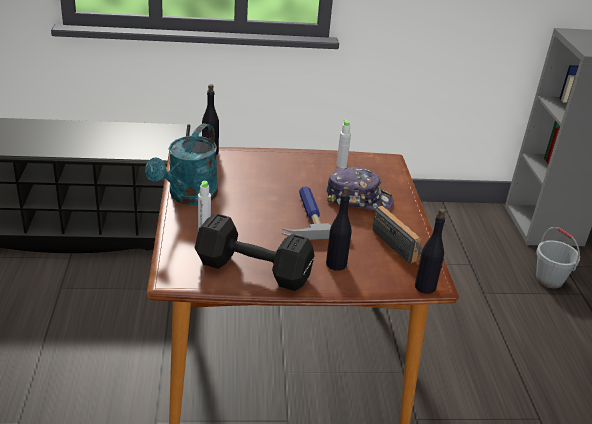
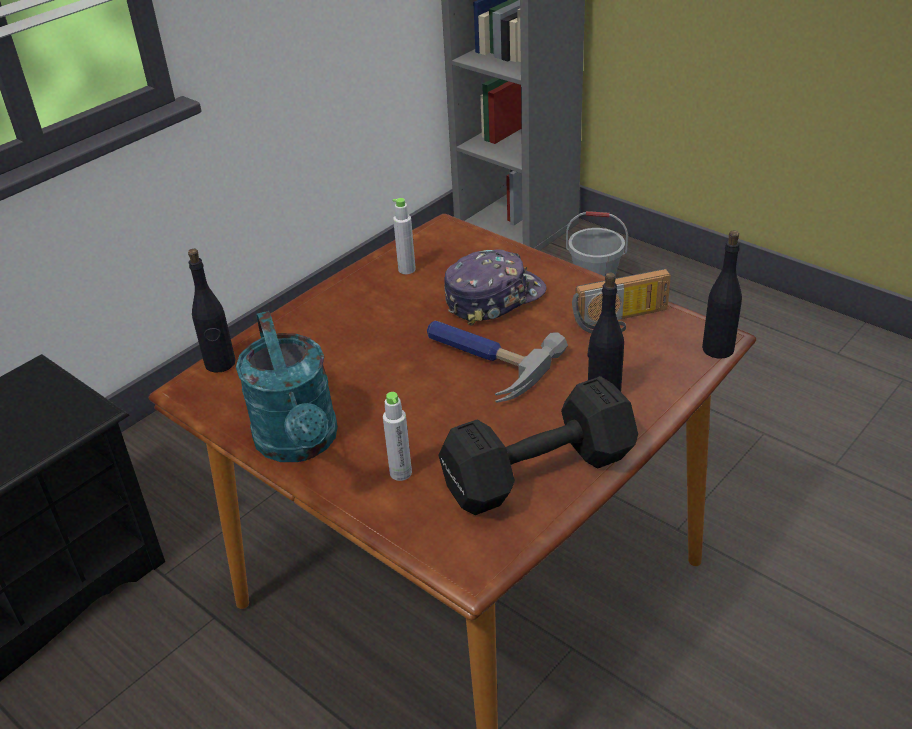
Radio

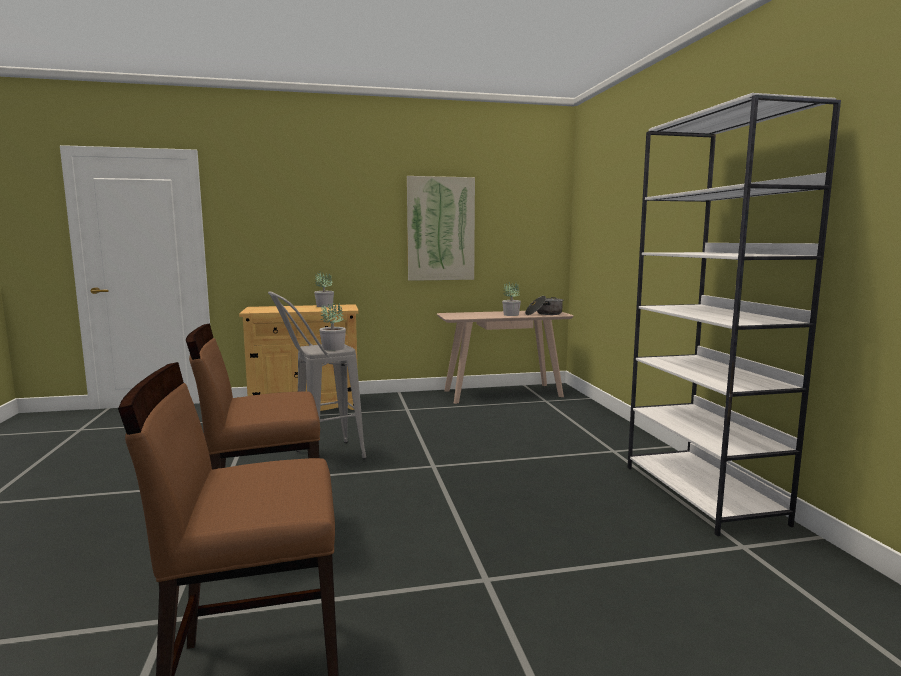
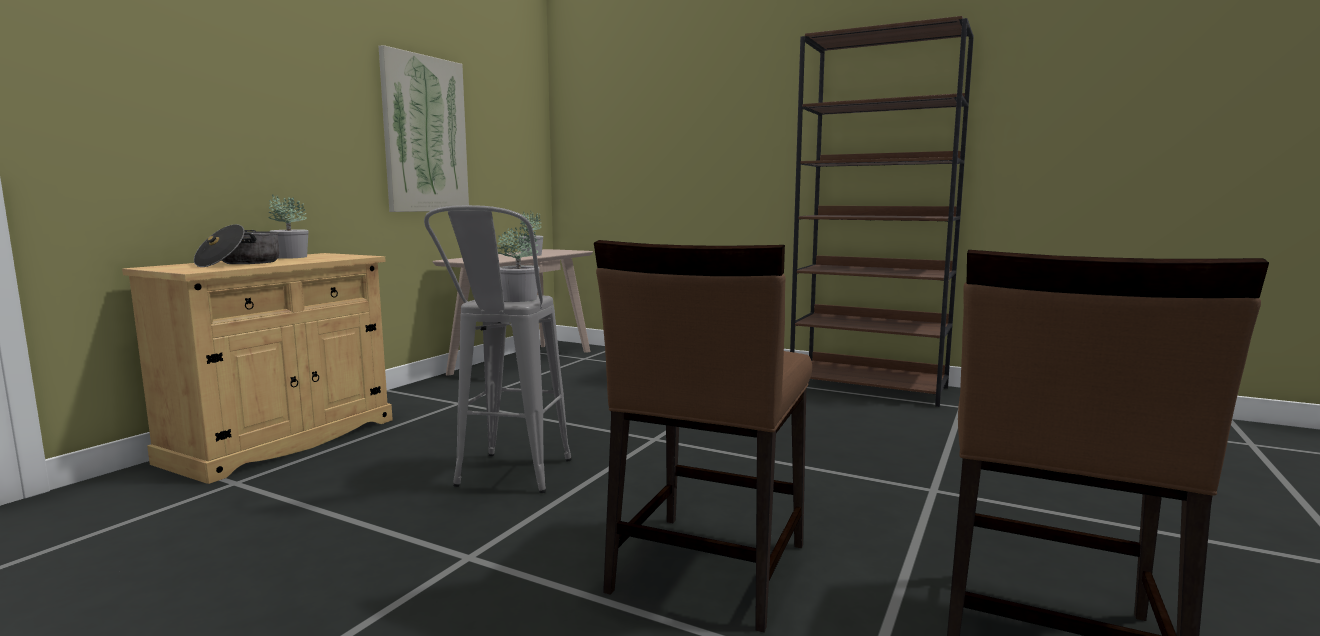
Kochtopf; Bücherregal/braun

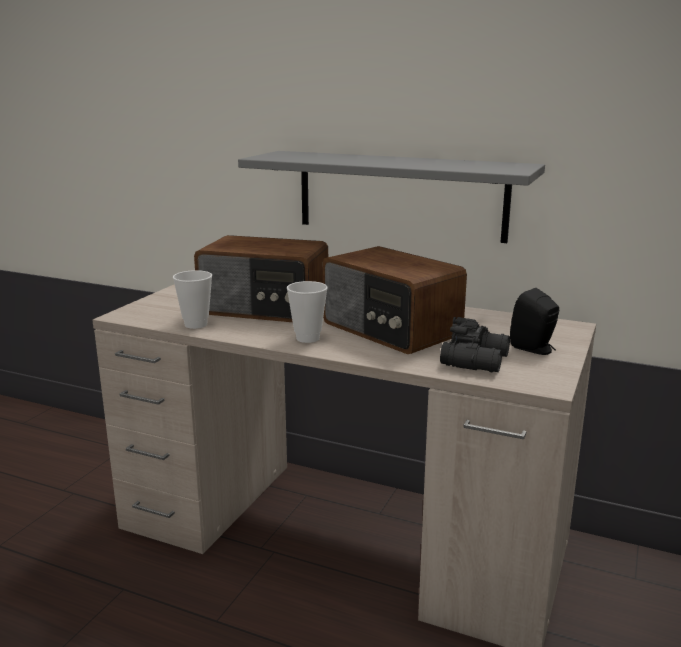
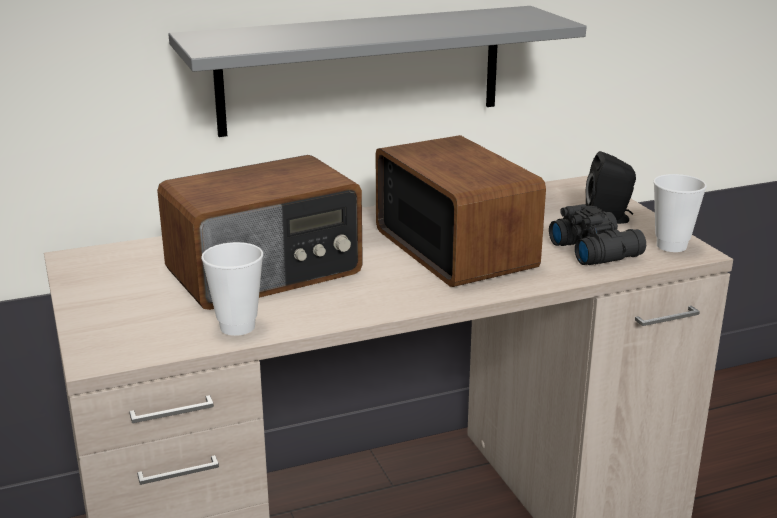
Tasse (2nd from left); Radio (2nd from left)

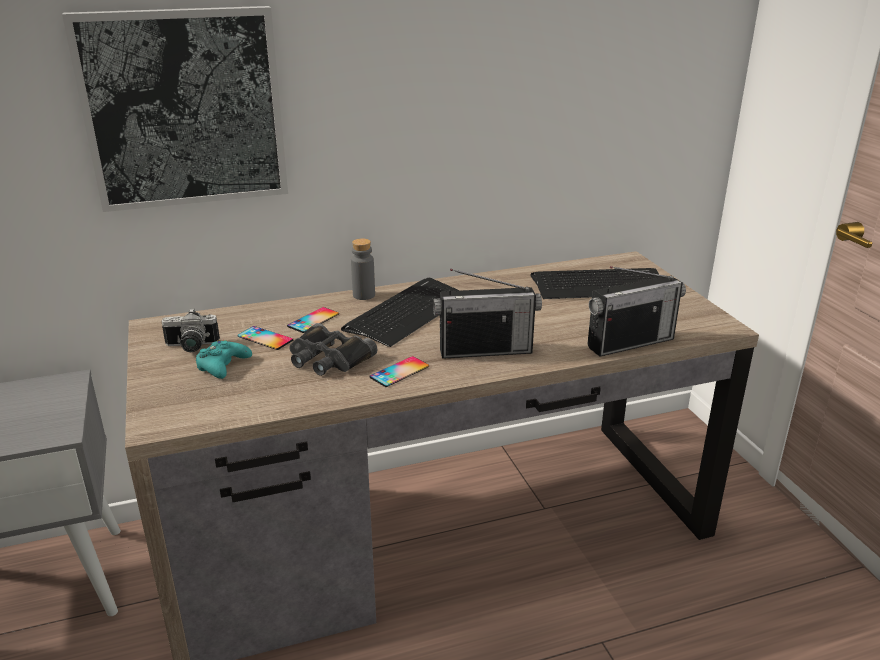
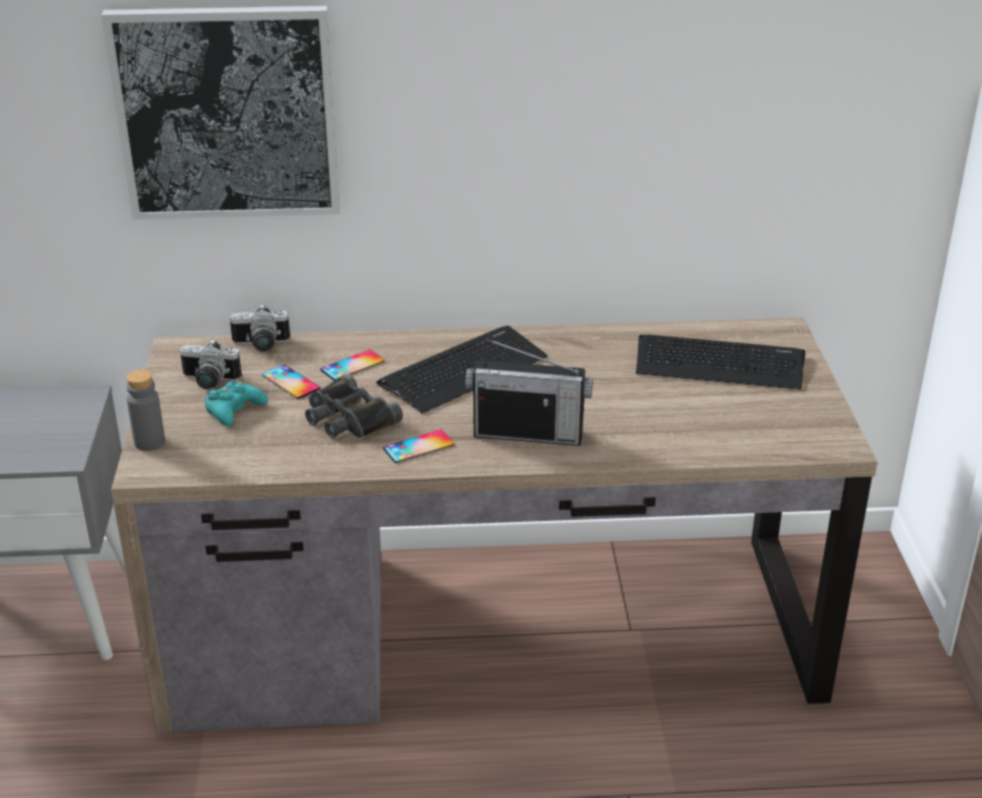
Flasche/grau; Radio (2nd from left in the first image); Kamera (2nd from left)

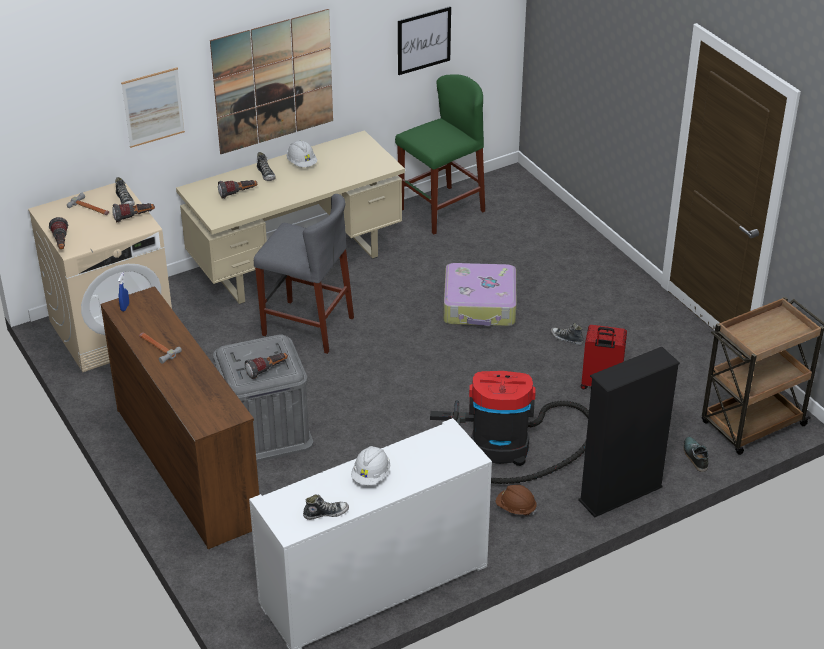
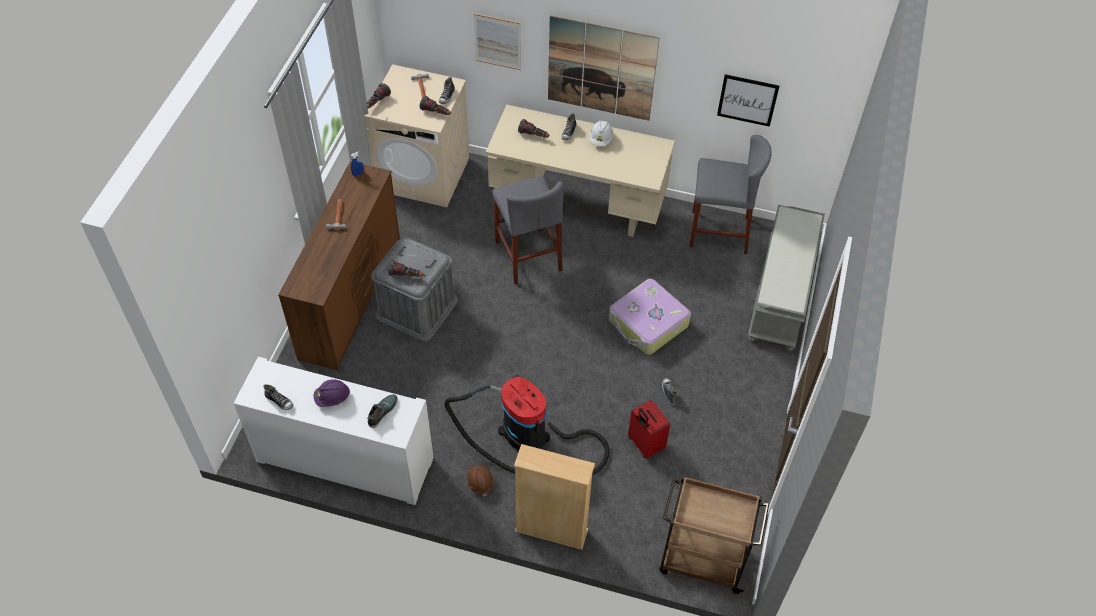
Schutzhelm/lila; Hocker/grau (2nd from left); Bücherregal/beige; Schuh (2nd from left); Bank/grau

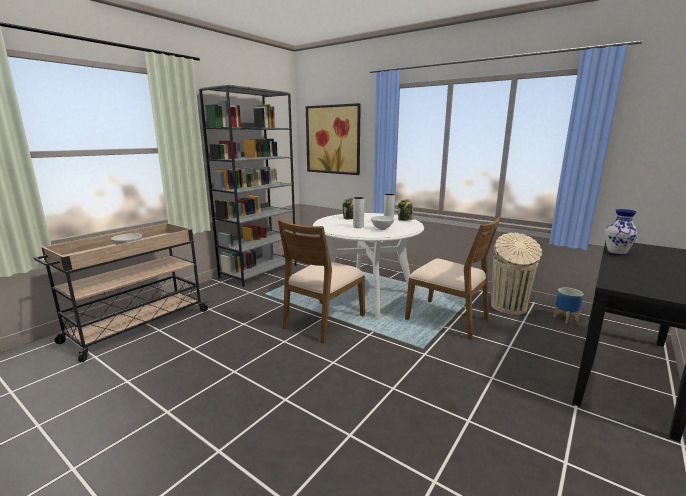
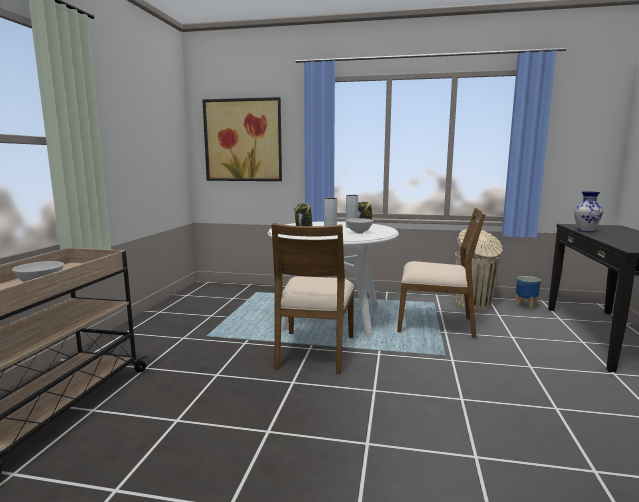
Bücherregal/grau

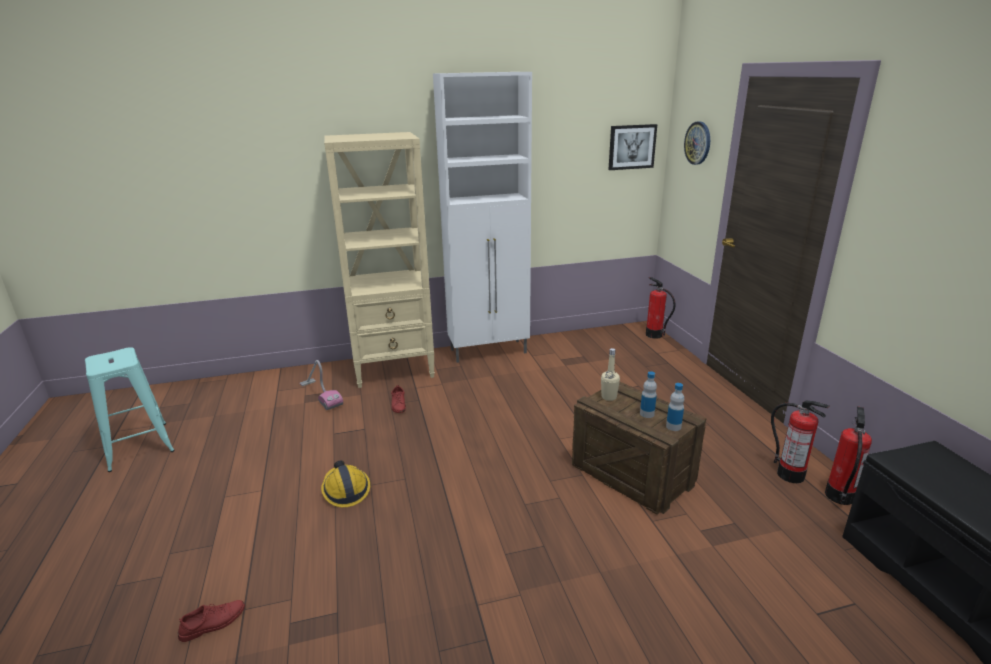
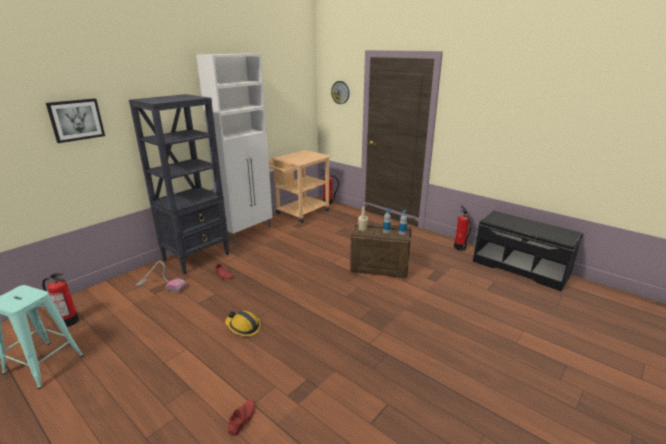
Bücherregal/schwarz; Bild; Feuerlöscher (1st from left); Rollwagen/beige

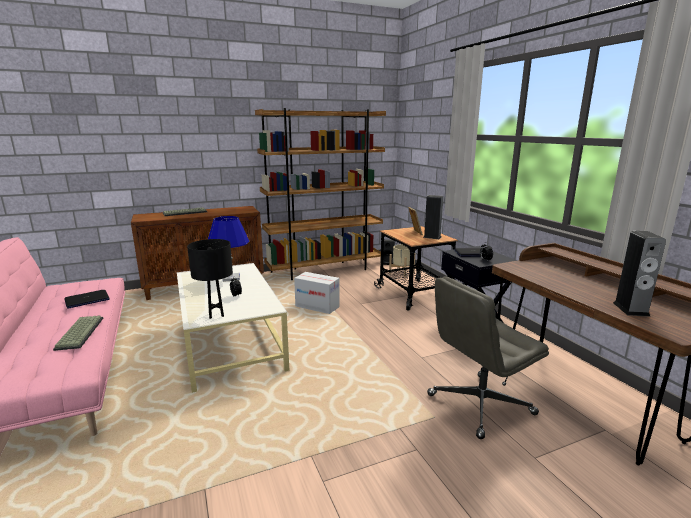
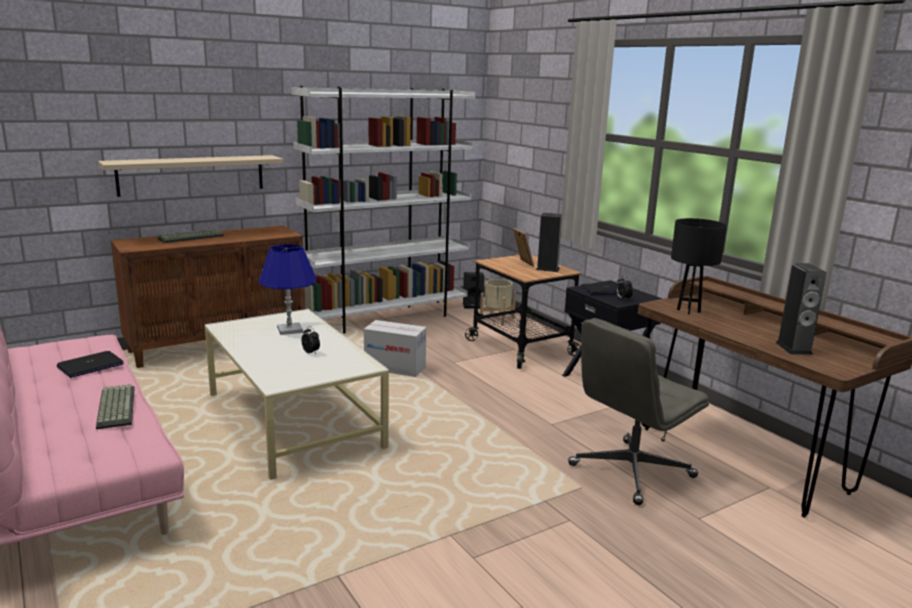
Tischlampe/schwarz; Bücherregal/weiß; Wandregal/beige

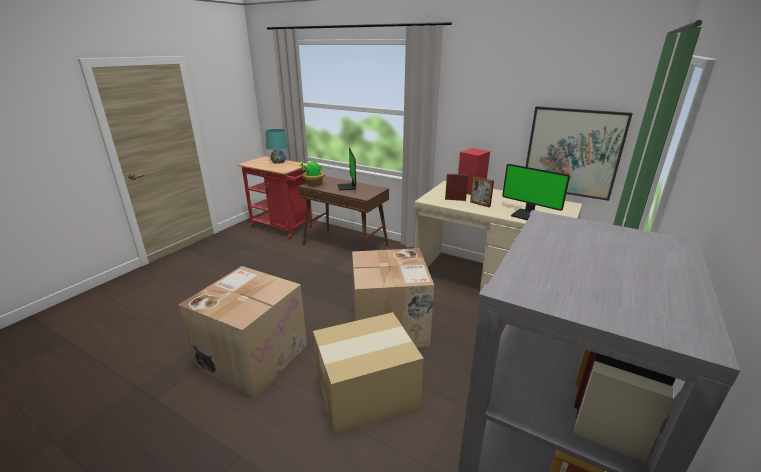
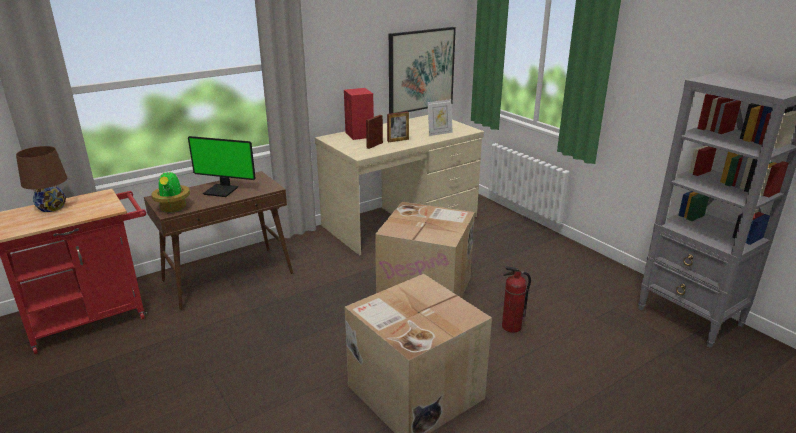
Tischlampe/braun; Feuerlöscher; Bilderrahmen (3rd from left)

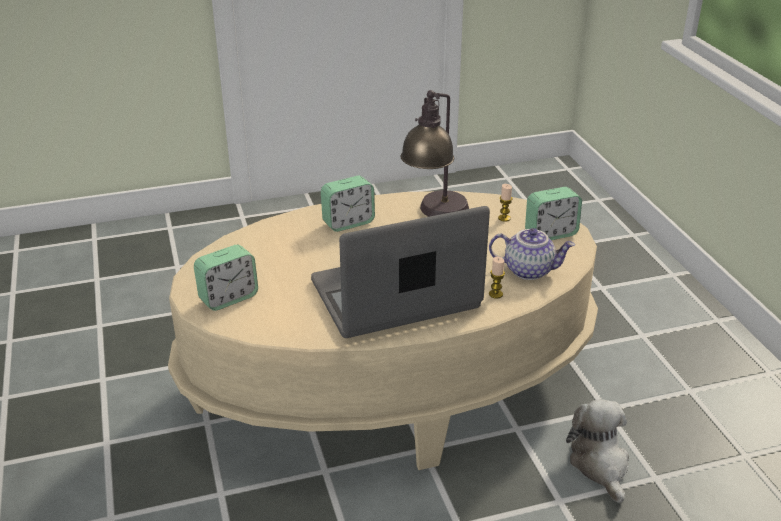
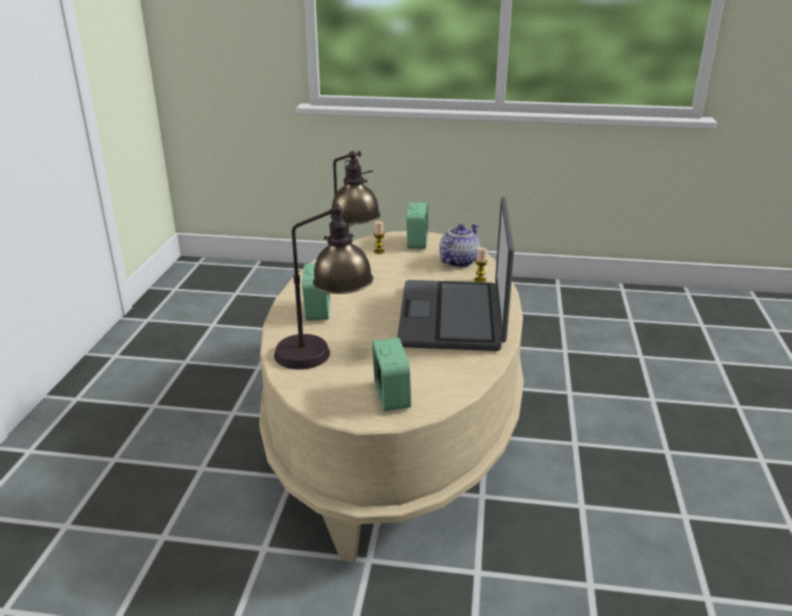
Plüschtier; Tischlampe (1st from left)

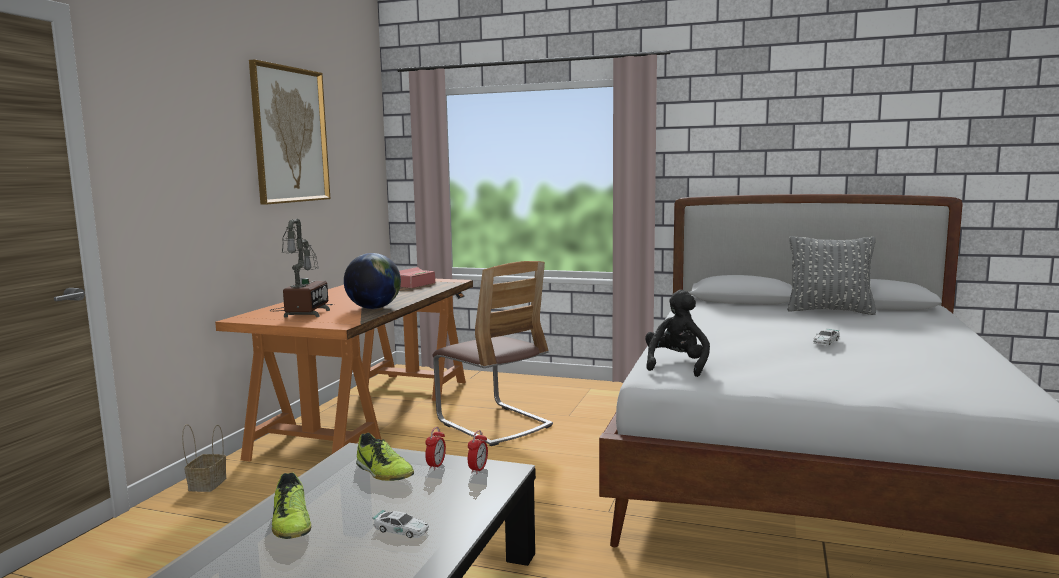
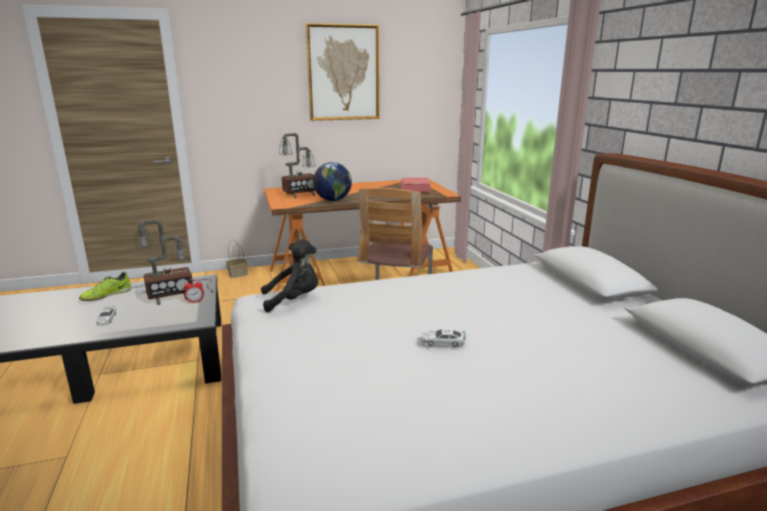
Tischlampe (1st from left); Wecker (3rd from left in the first image); Kissen/grau

